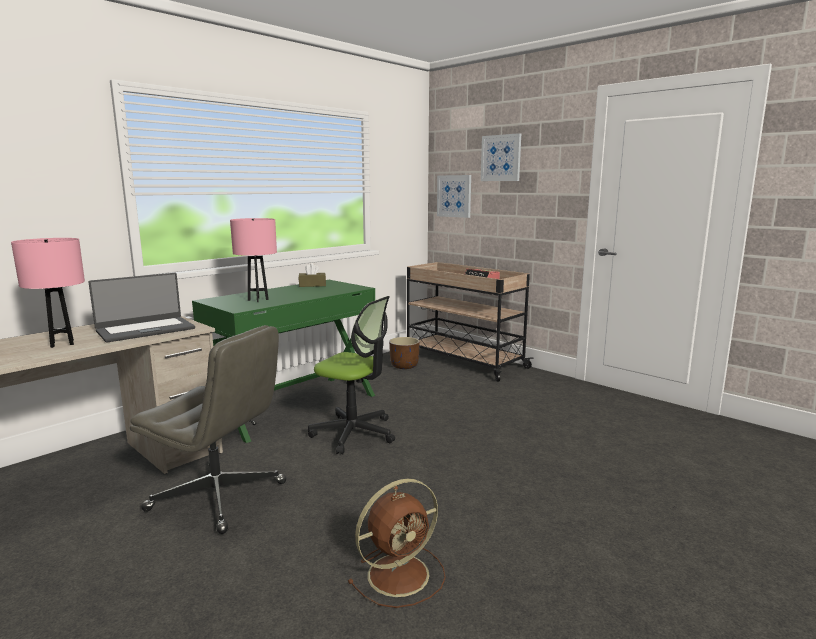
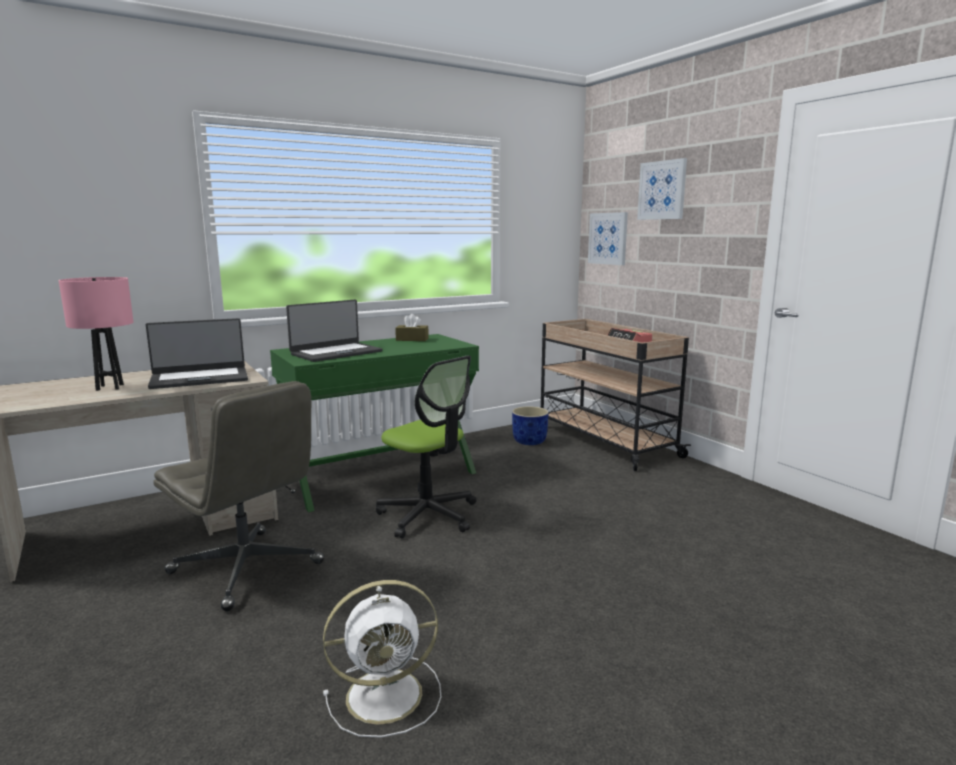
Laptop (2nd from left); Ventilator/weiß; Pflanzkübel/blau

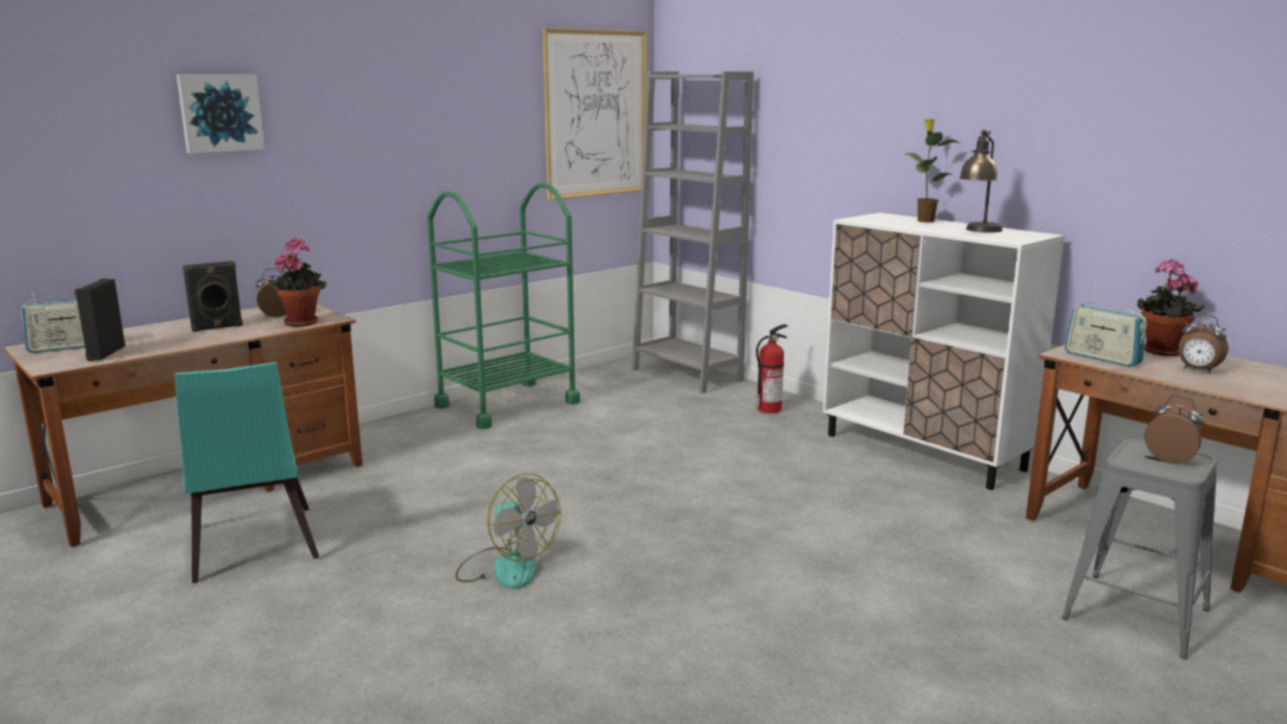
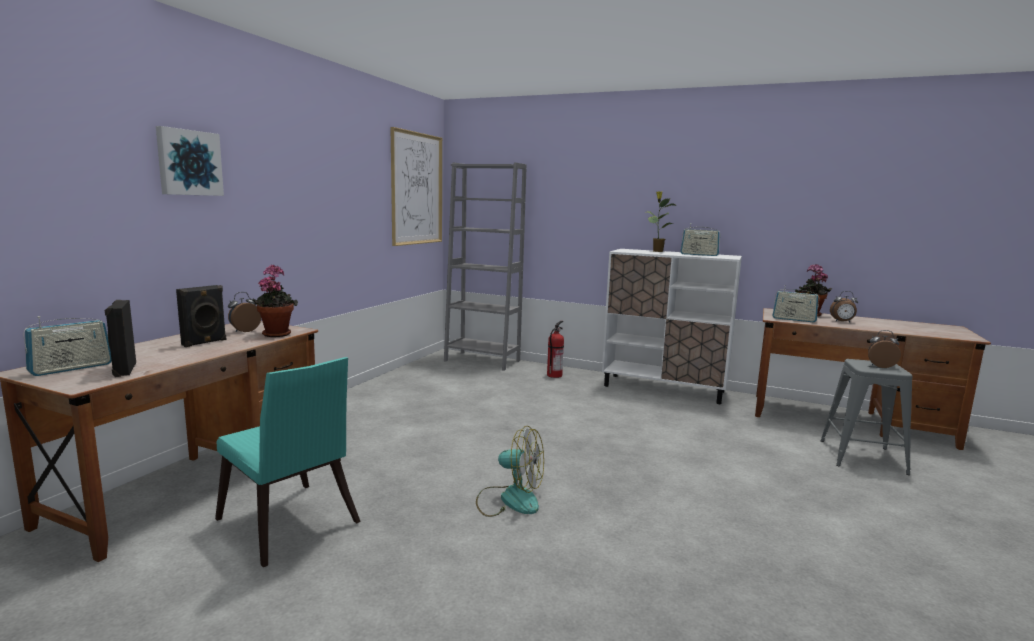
Rollwagen/grün; Radio (2nd from left)

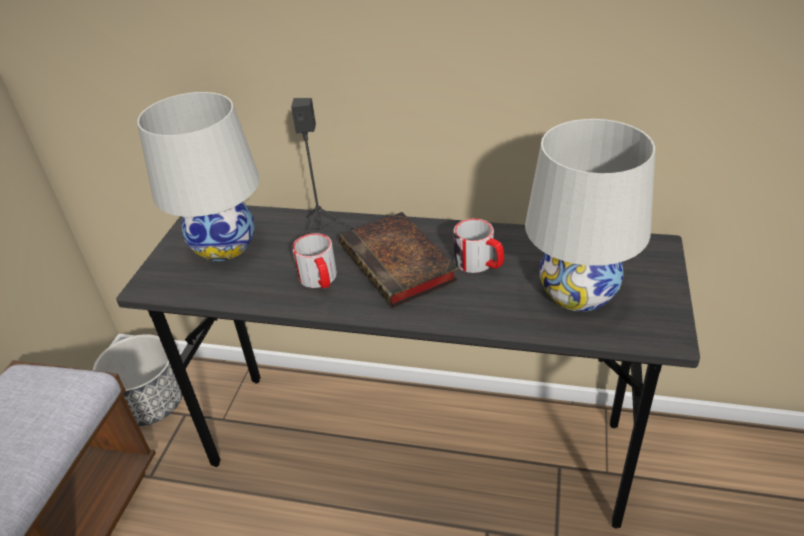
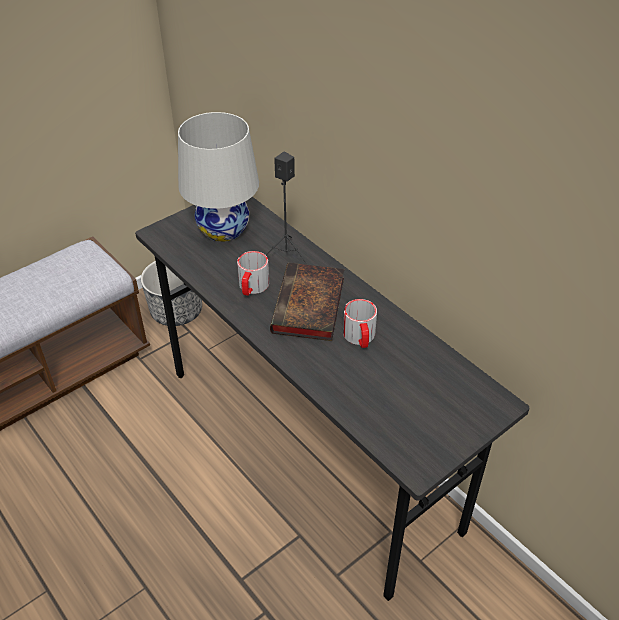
Tischlampe/weiß (2nd from left in the first image)

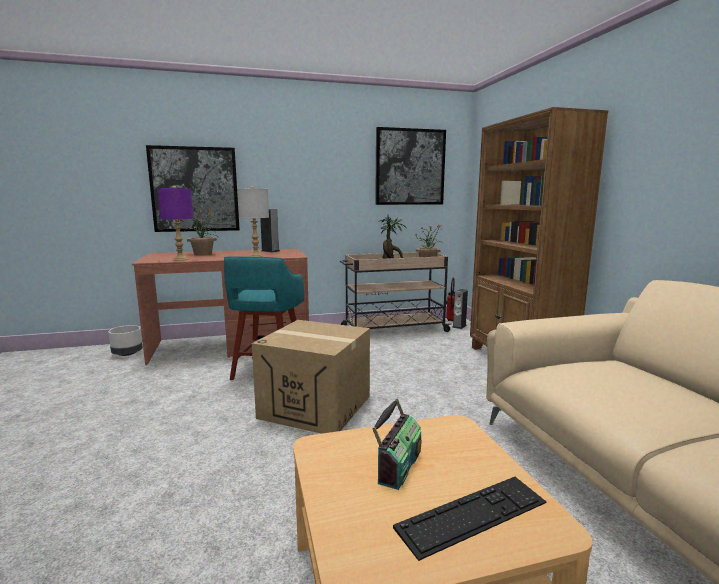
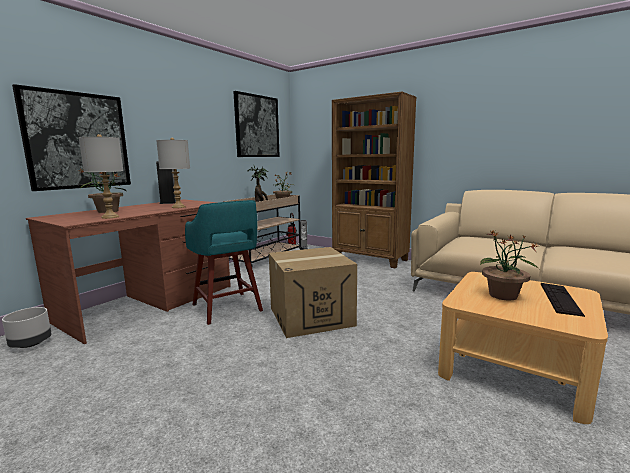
Tischlampe/grau (1st from left); Topfpflanze (4th from left)

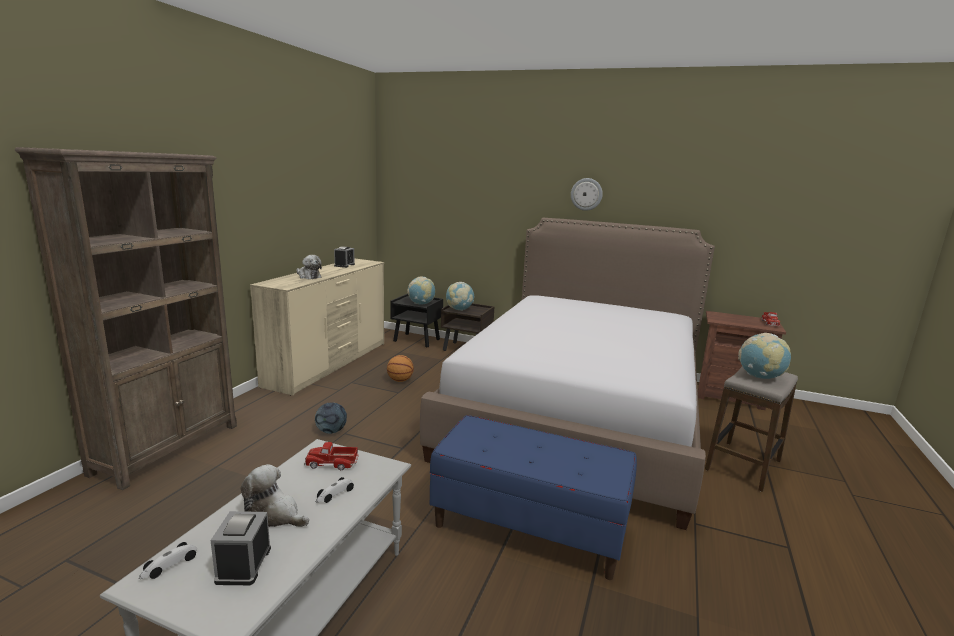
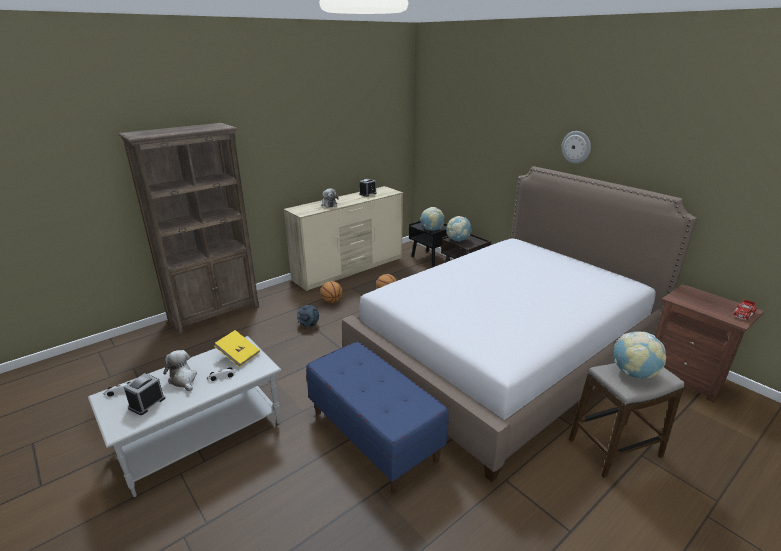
Buch/gelb; Basketball (1st from left)

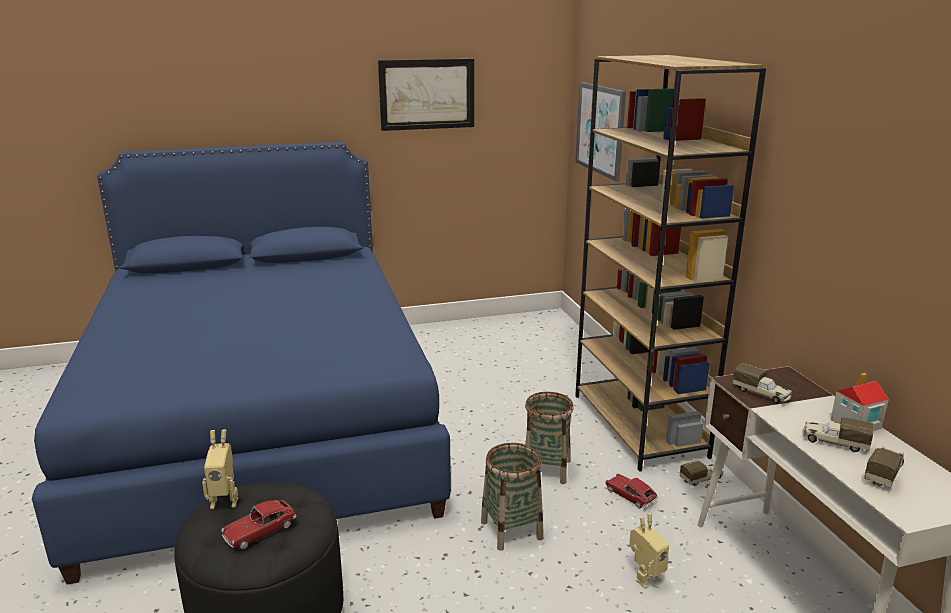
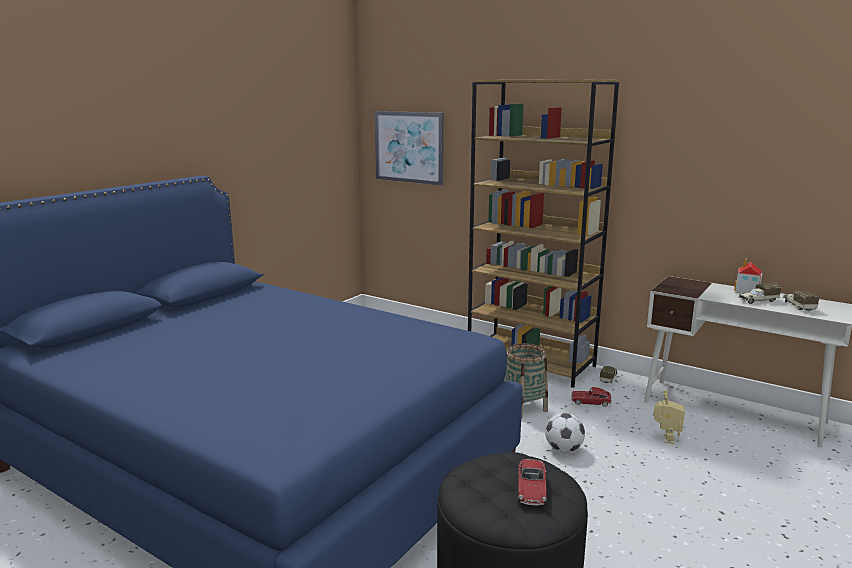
Spielzeugroboter (1st from left in the first image); Bild (1st from left in the first image); Fußball; Spielzeuglaster (2nd from left in the first image)

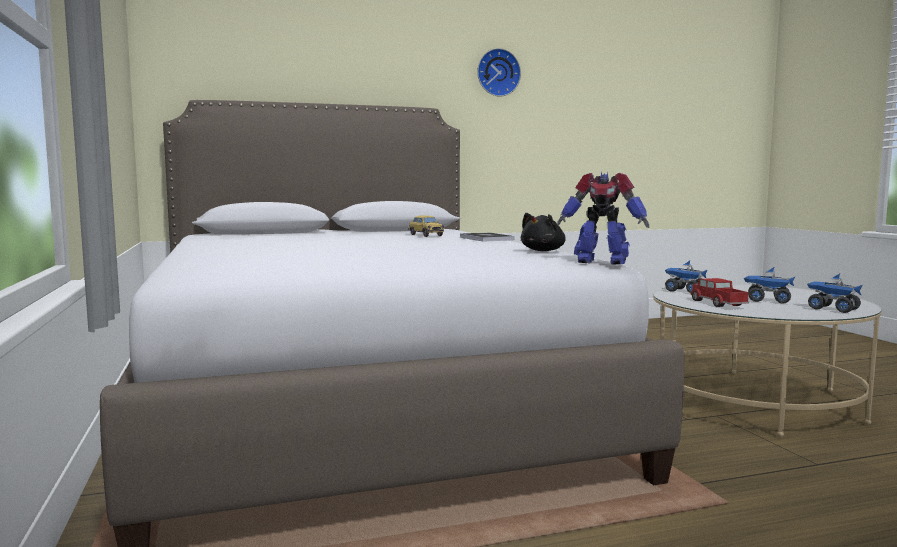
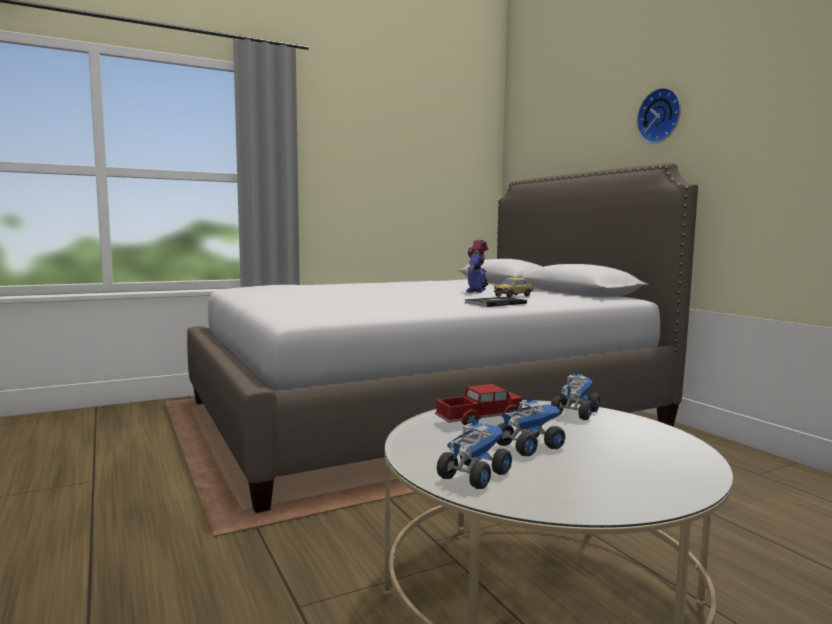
Wanduhr; Plüschtier/schwarz; Spielzeugroboter; Spielzeuglaster (3rd from left)

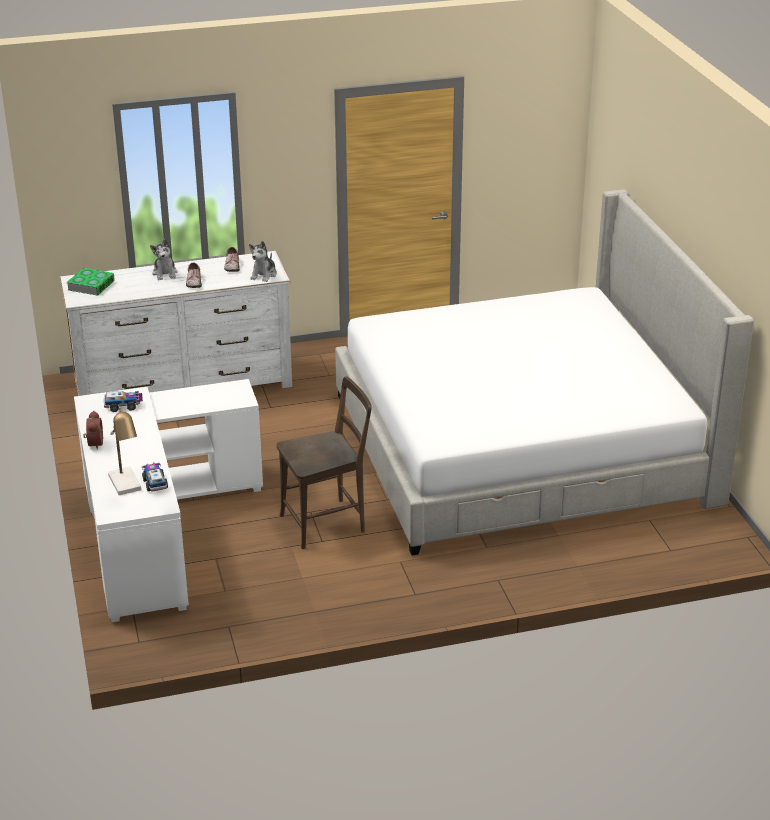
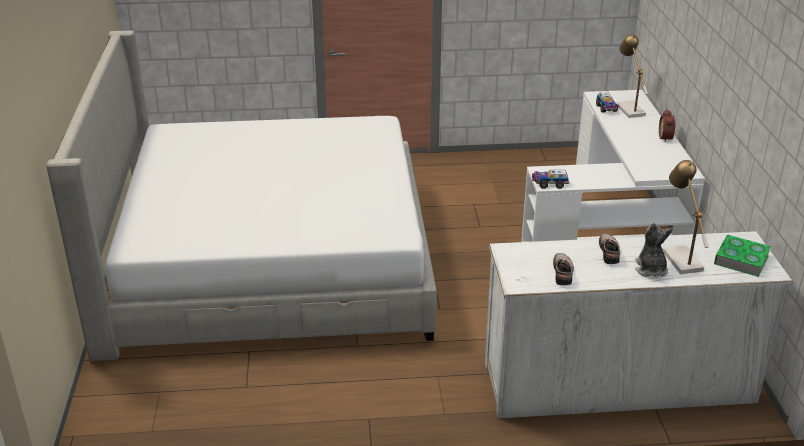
Spielzeuglaster (1st from left); Plüschtier (2nd from left in the first image); Stuhl/braun; Tischlampe (2nd from left)

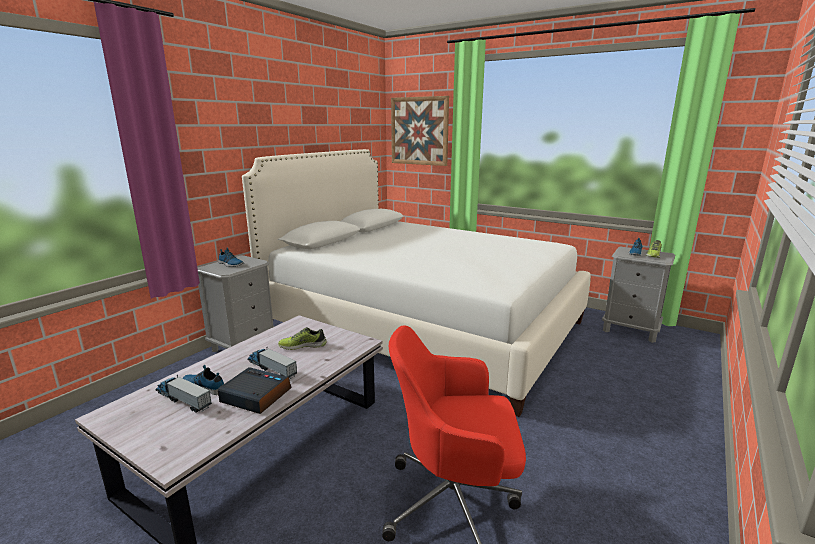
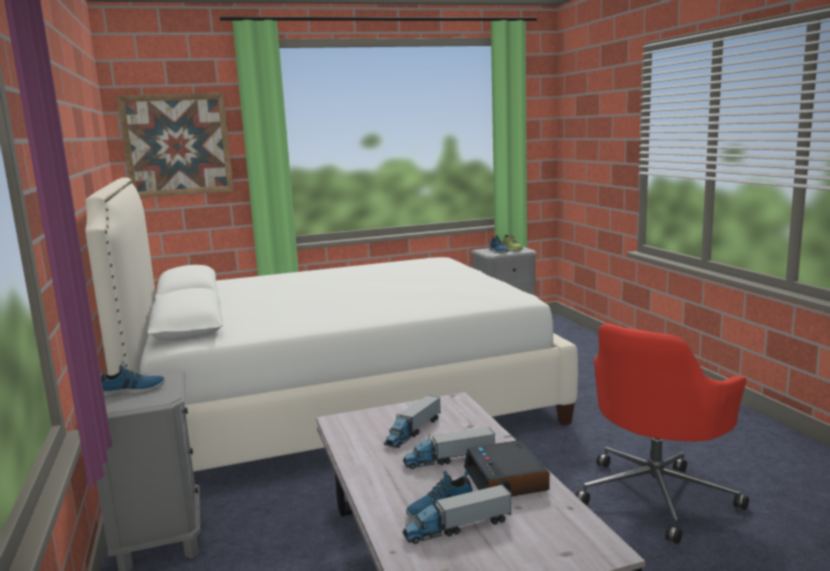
Wecker; Spielzeuglaster (1st from left)

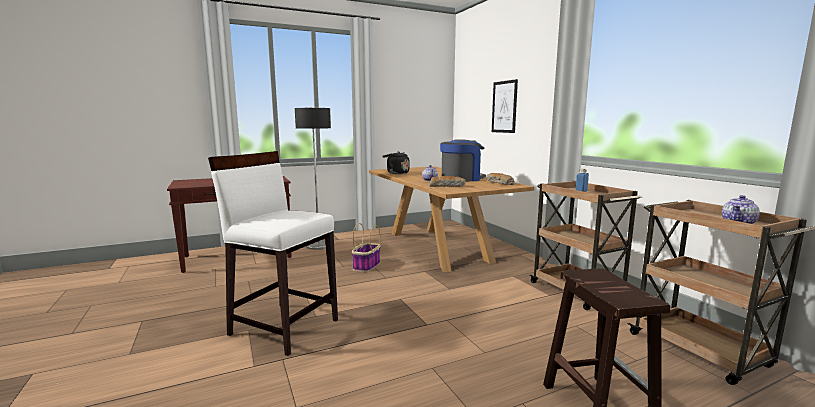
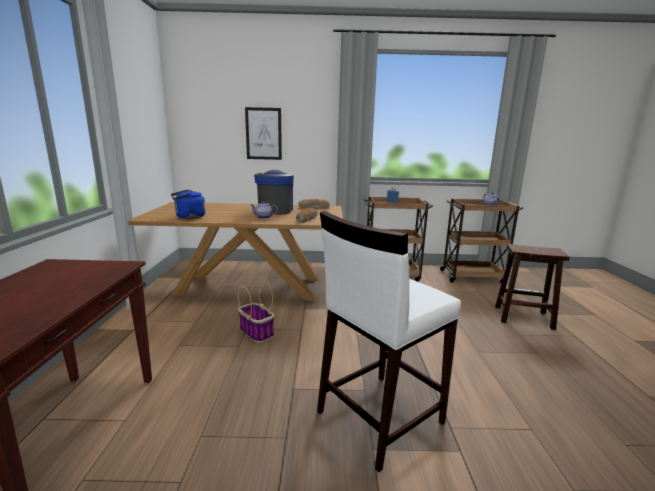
Stehlampe; Wasserkessel/blau

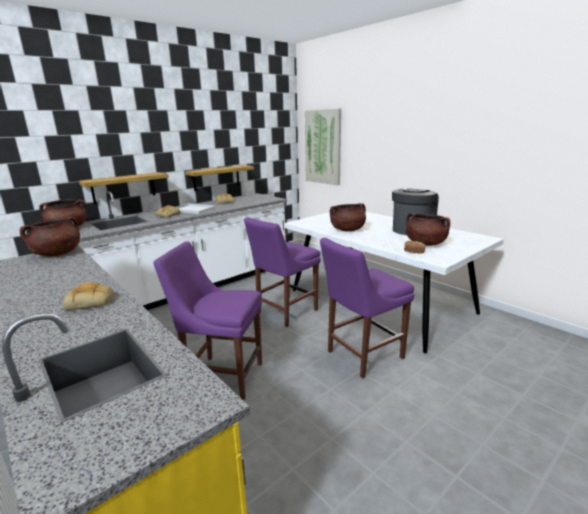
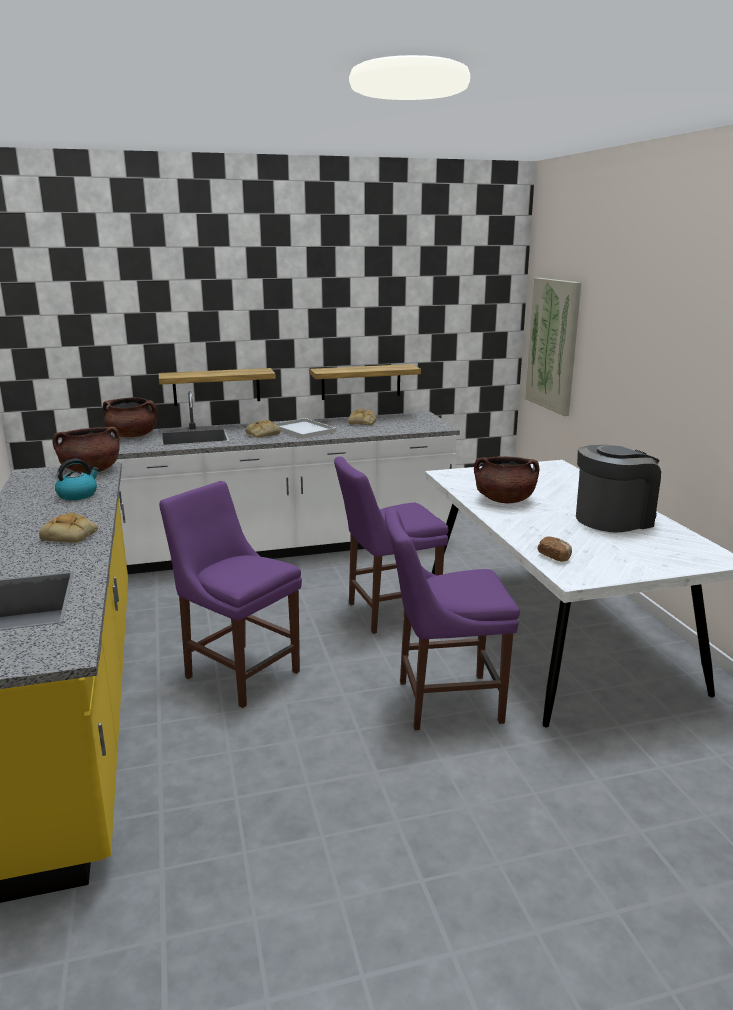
Kochtopf/braun (4th from left in the first image); Wasserkessel

